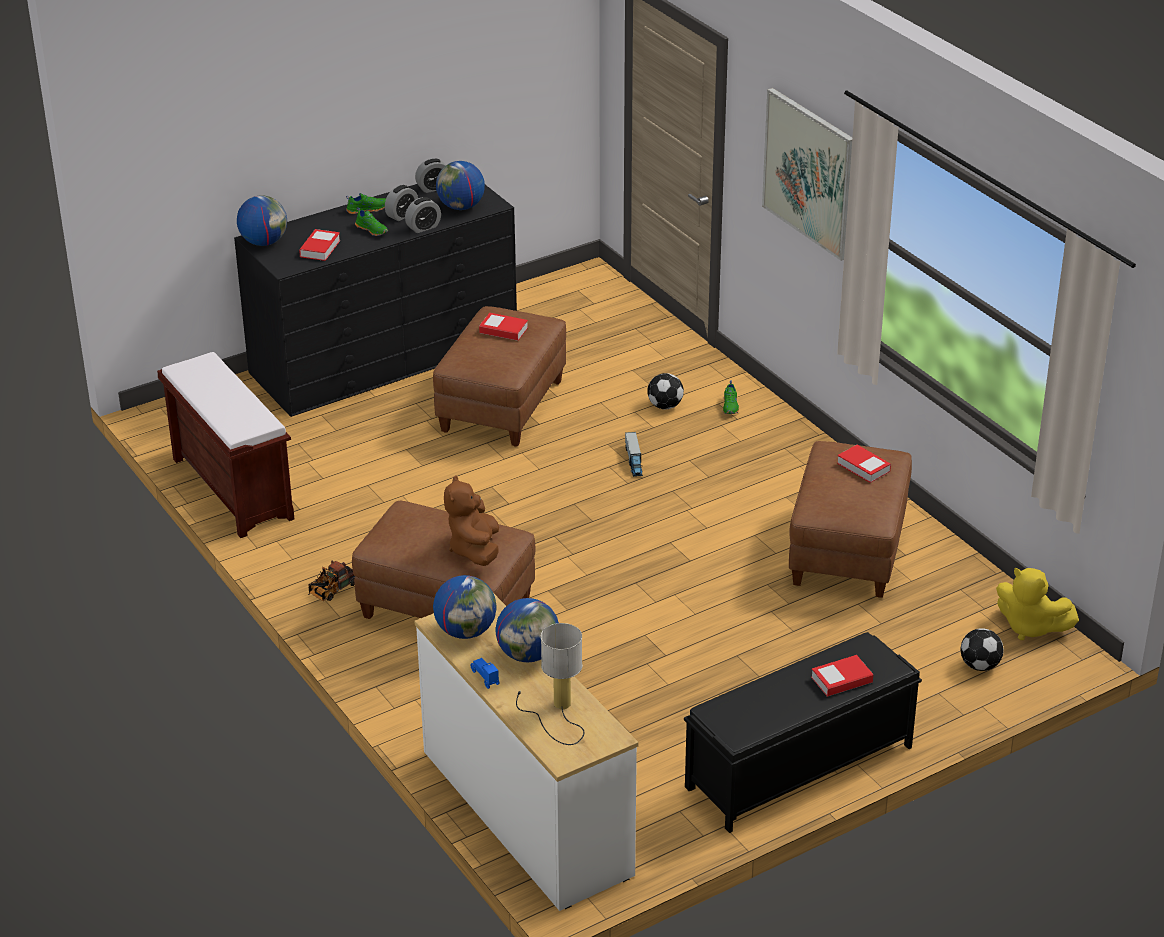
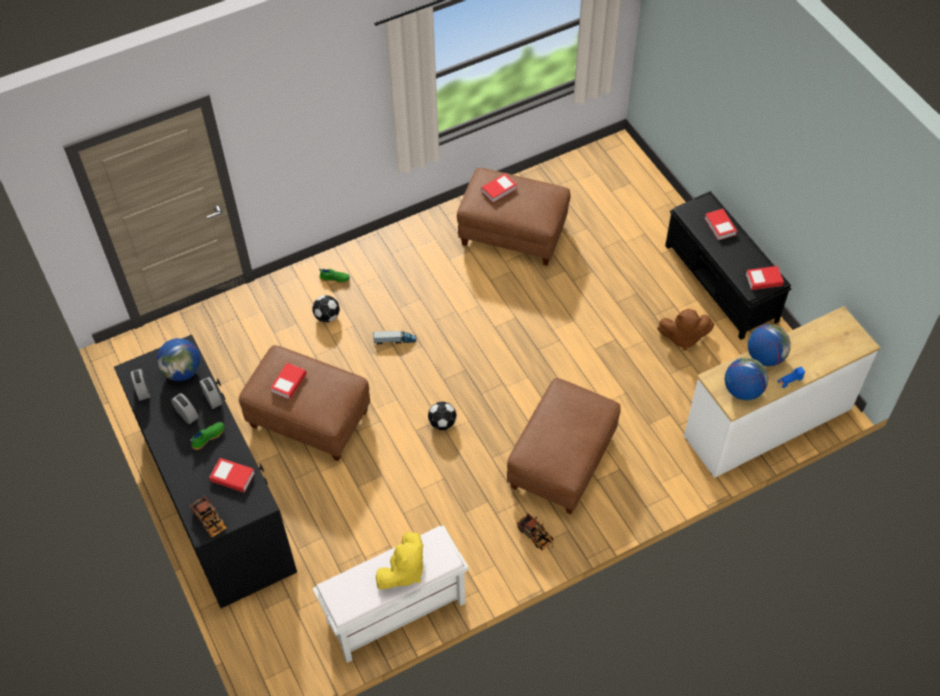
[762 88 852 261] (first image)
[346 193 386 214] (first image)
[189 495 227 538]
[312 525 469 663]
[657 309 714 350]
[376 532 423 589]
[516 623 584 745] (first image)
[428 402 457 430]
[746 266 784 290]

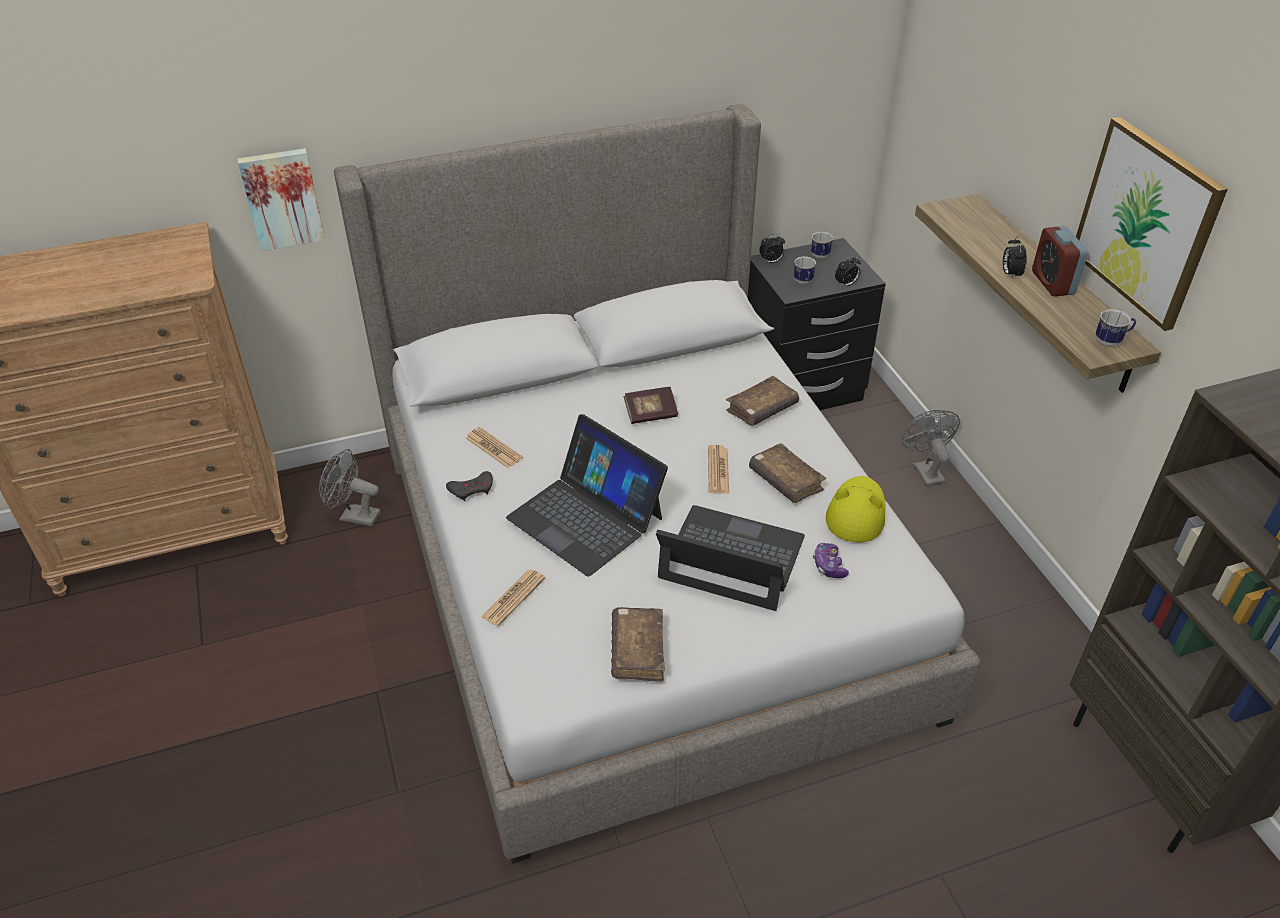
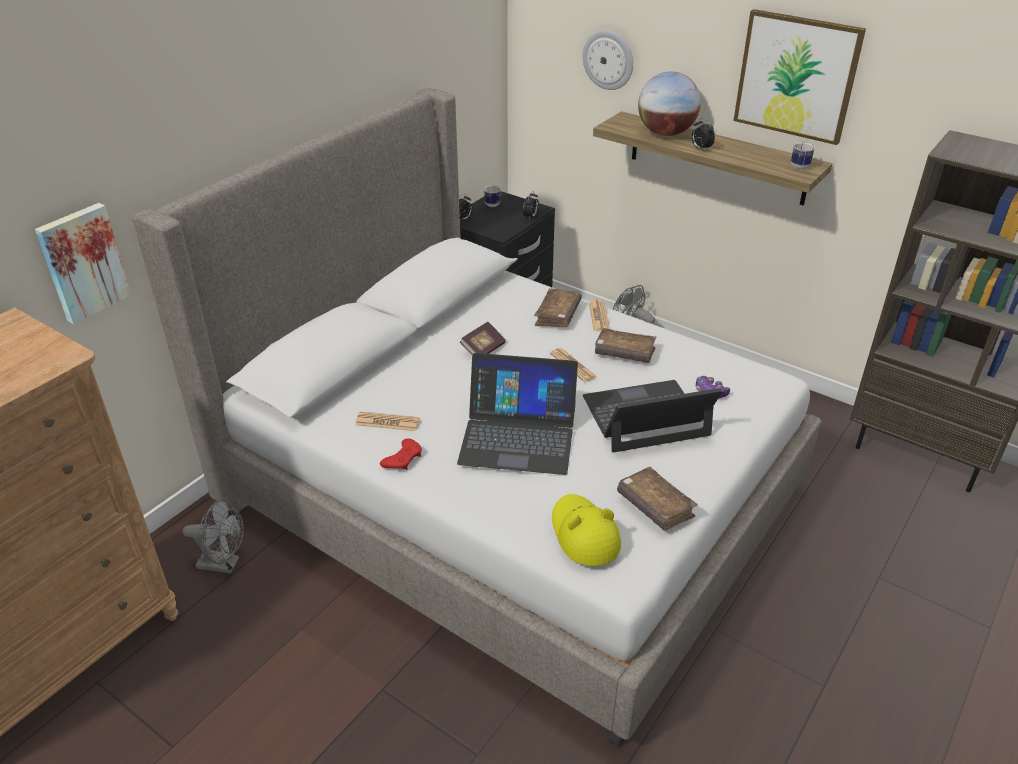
[1032 226 1088 297] (first image)
[794 256 816 284] (first image)
[183 498 244 574]
[380 439 422 470]
[552 494 621 566]
[589 299 610 332]
[583 30 633 90]
[638 71 701 136]

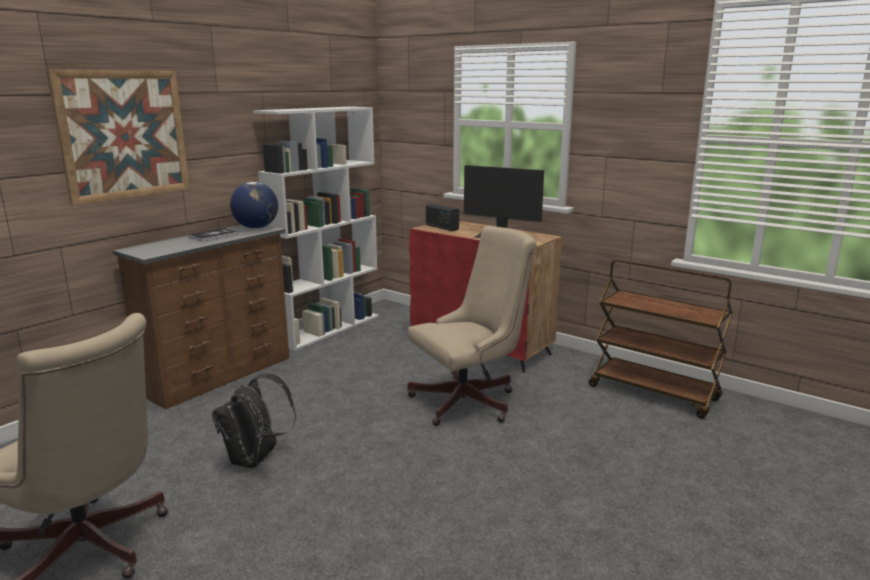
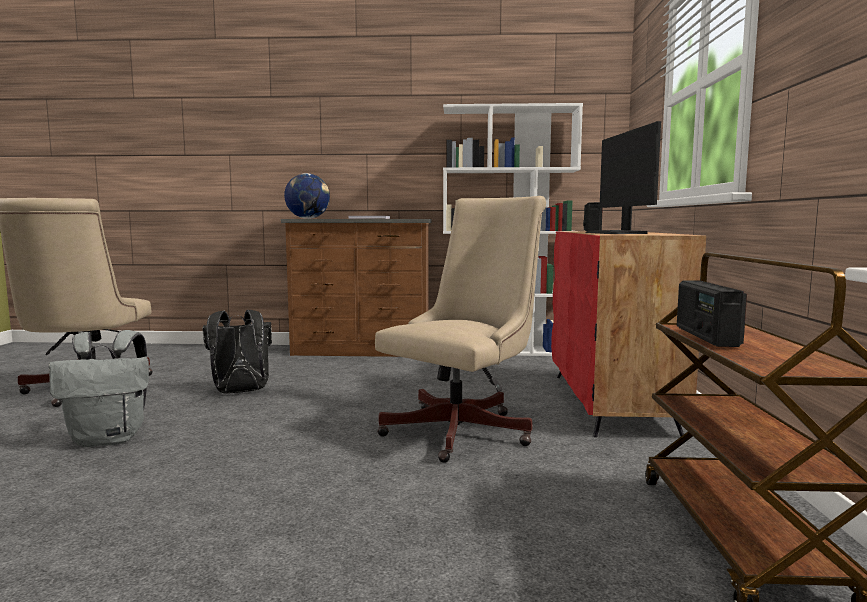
[47 69 189 205] (first image)
[284 173 330 219]
[375 196 546 463]
[677 281 747 347]
[49 330 149 447]

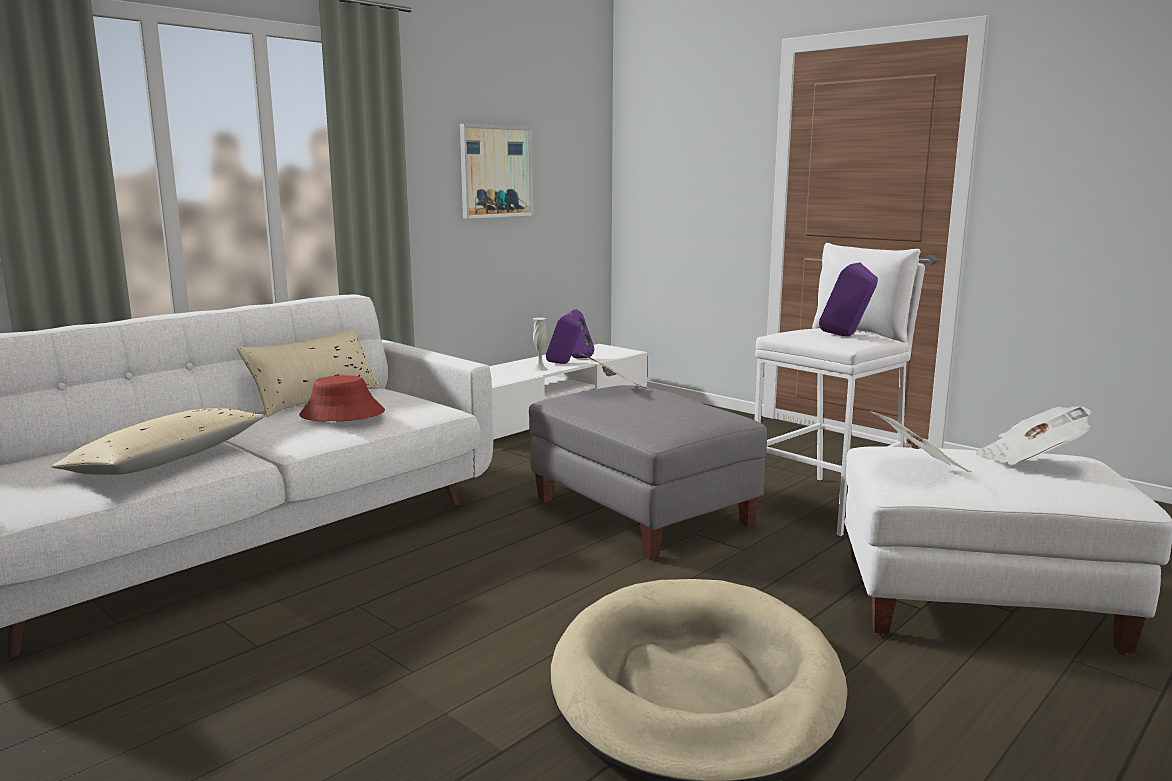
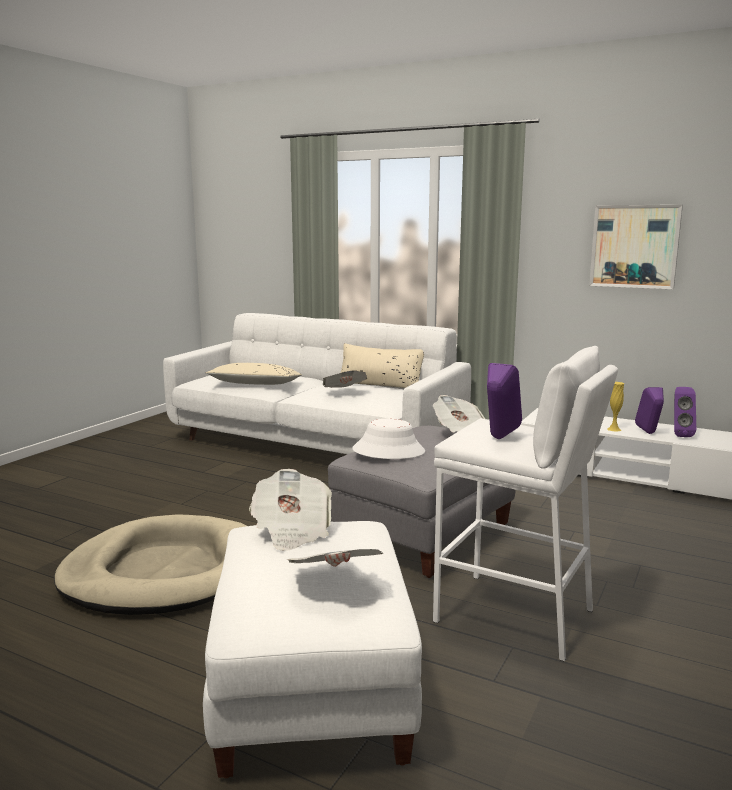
[607 382 624 432]
[323 370 367 388]
[352 419 425 459]

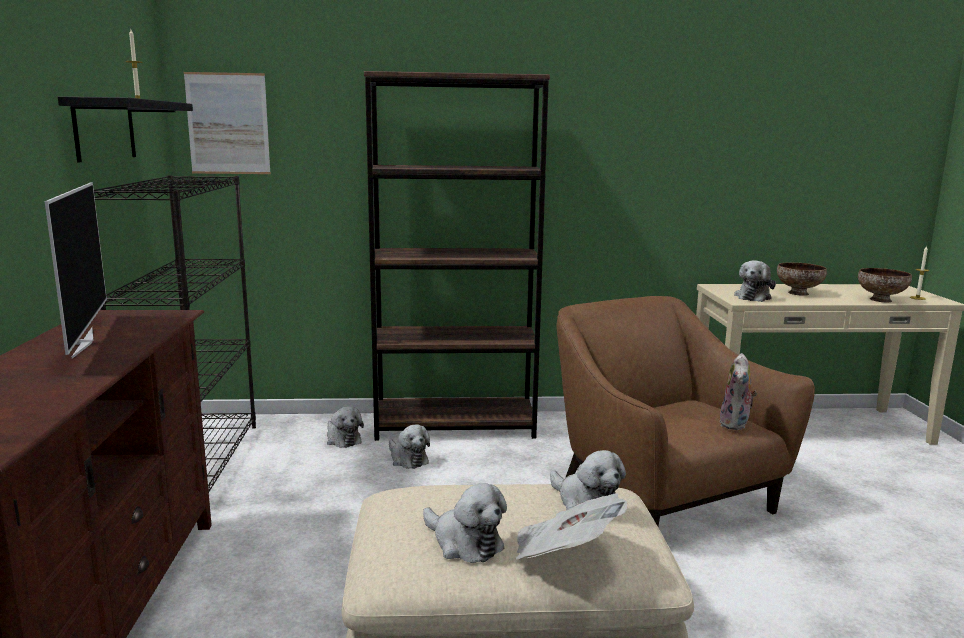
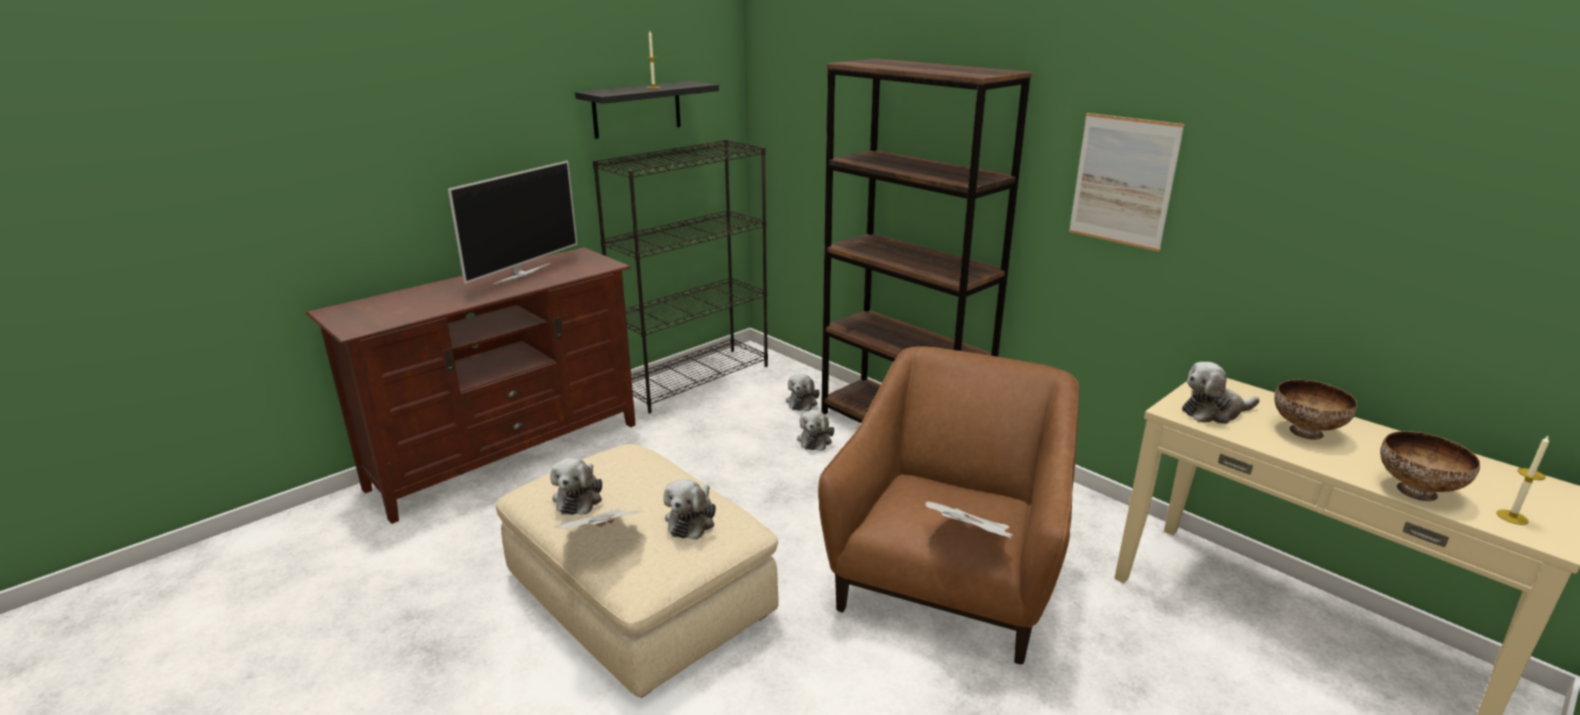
[1069 113 1185 252]
[925 501 1013 538]

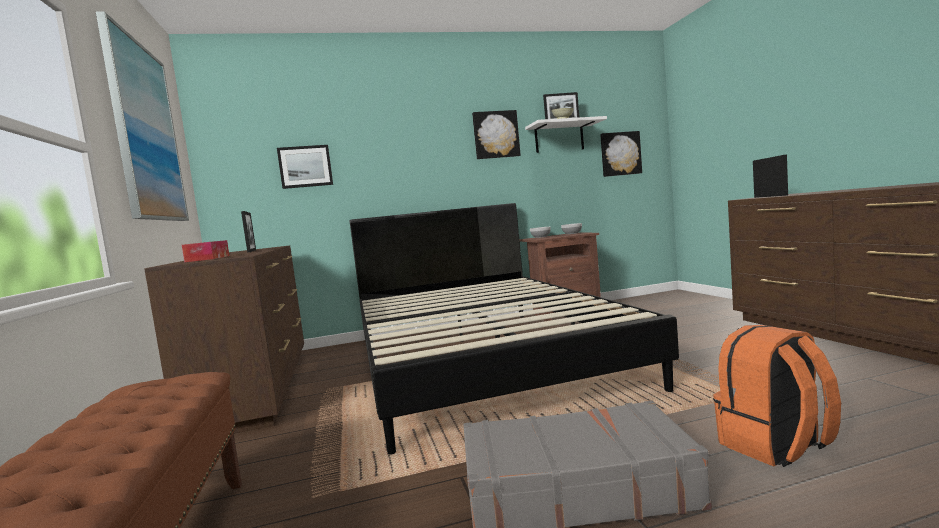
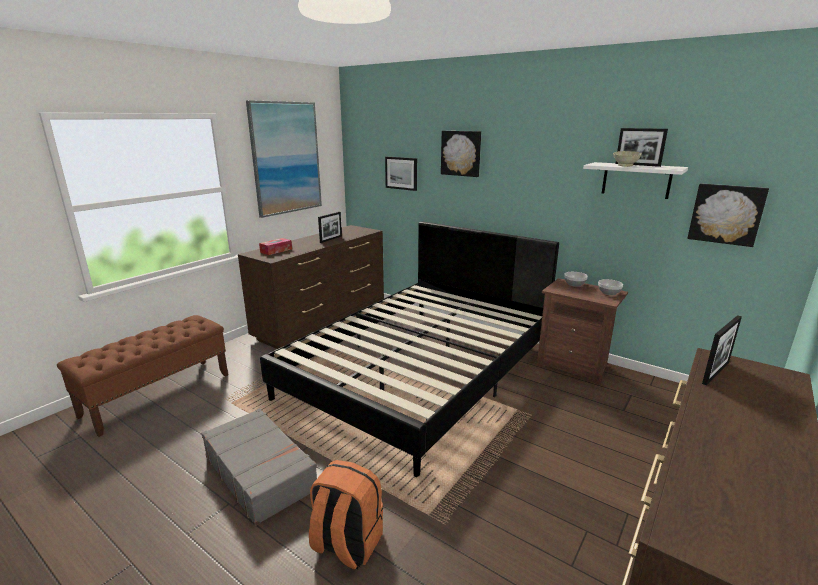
[441 131 481 177]

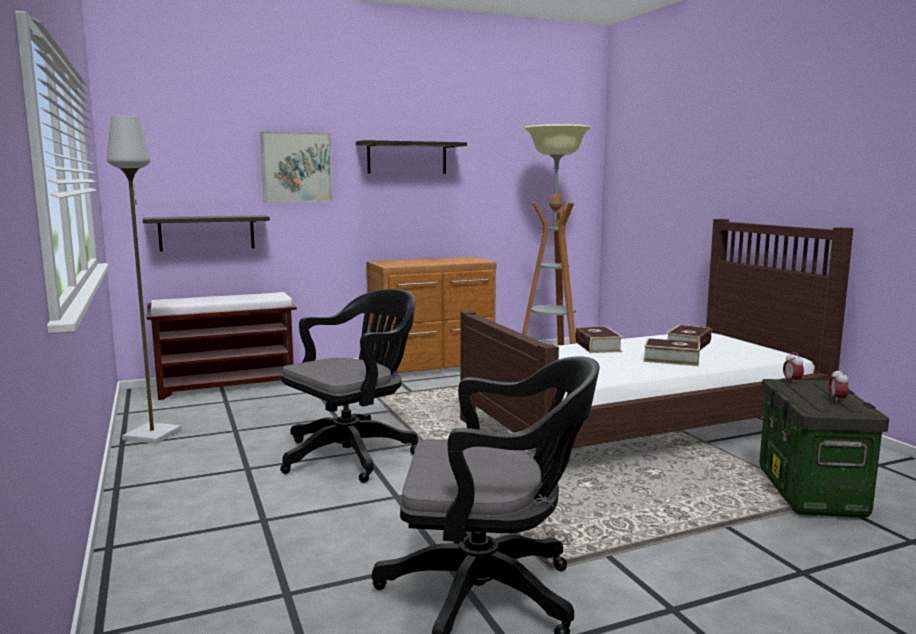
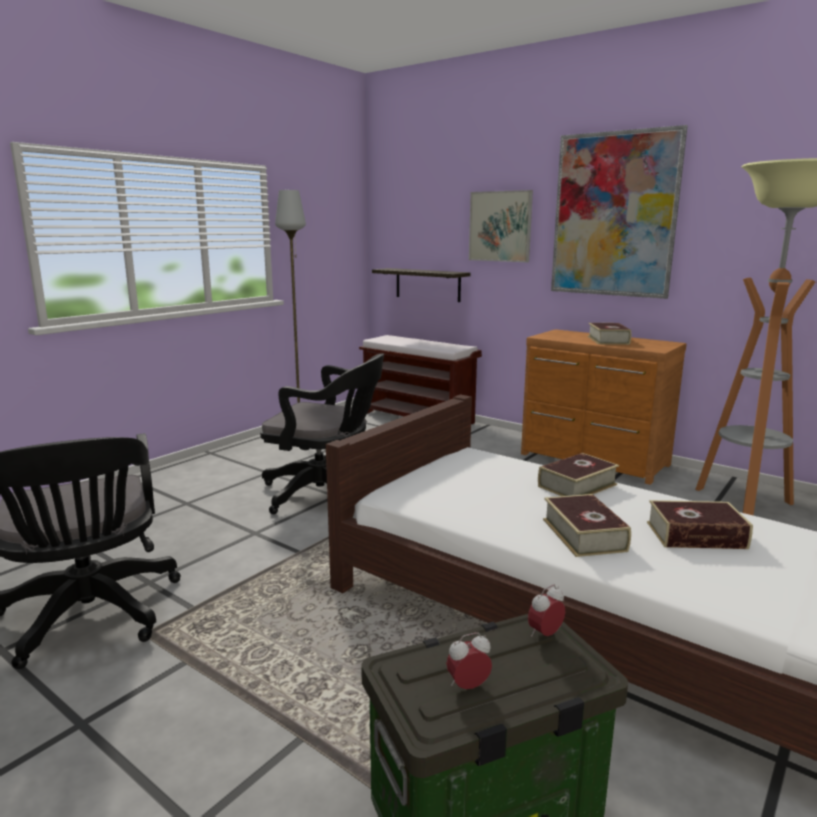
[551 125 688 299]
[587 323 631 345]

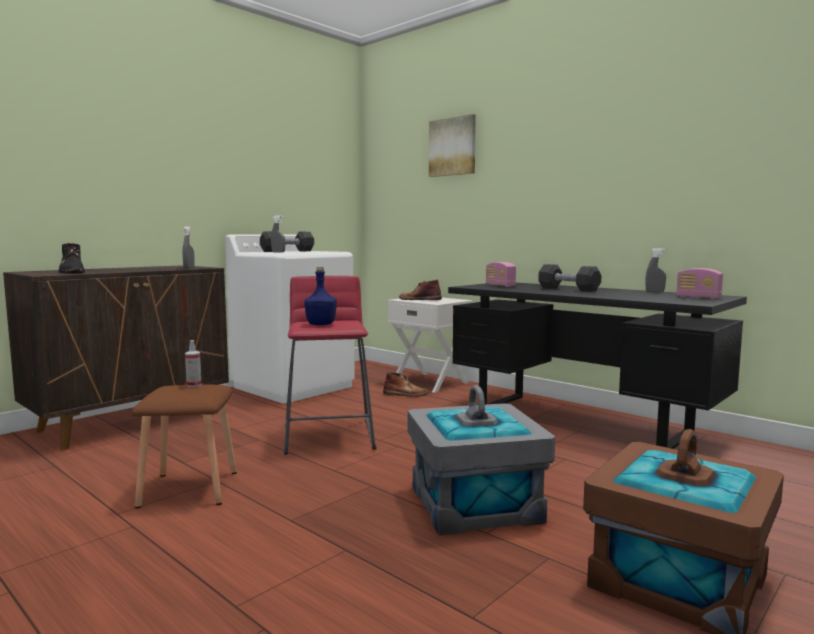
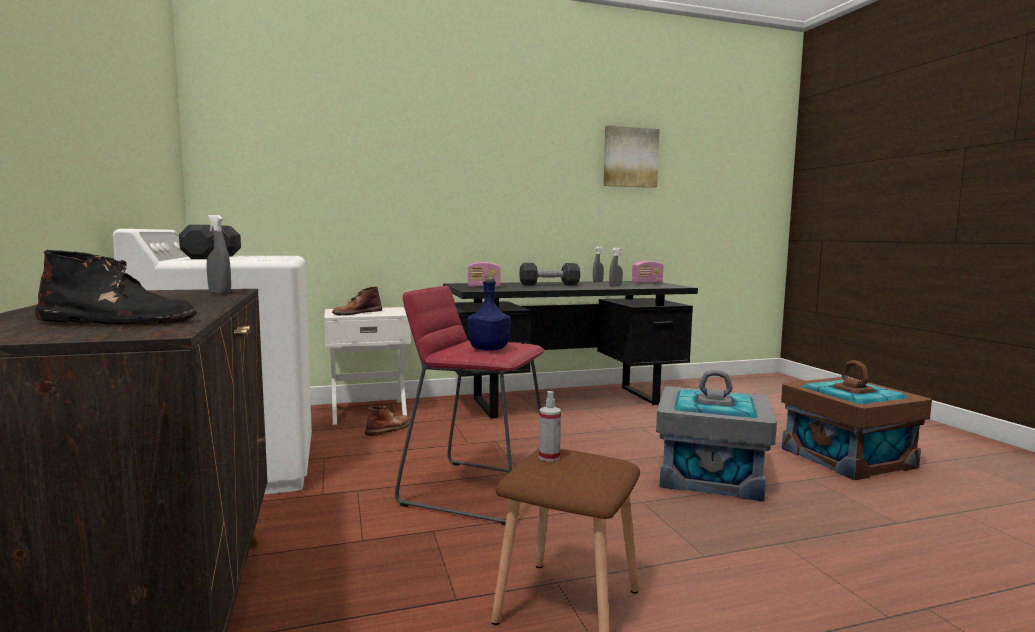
[603 125 660 188]
[609 248 623 287]

